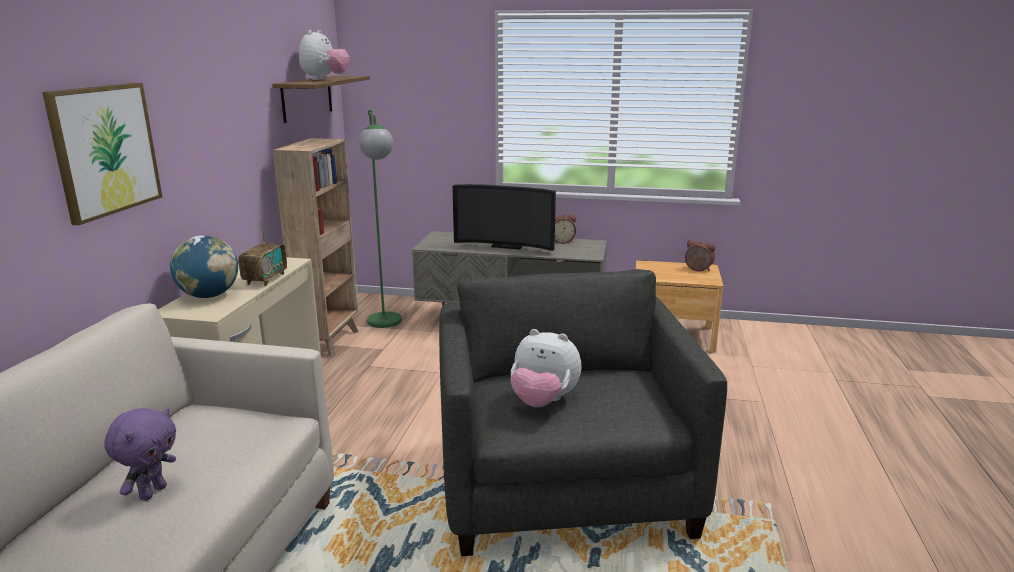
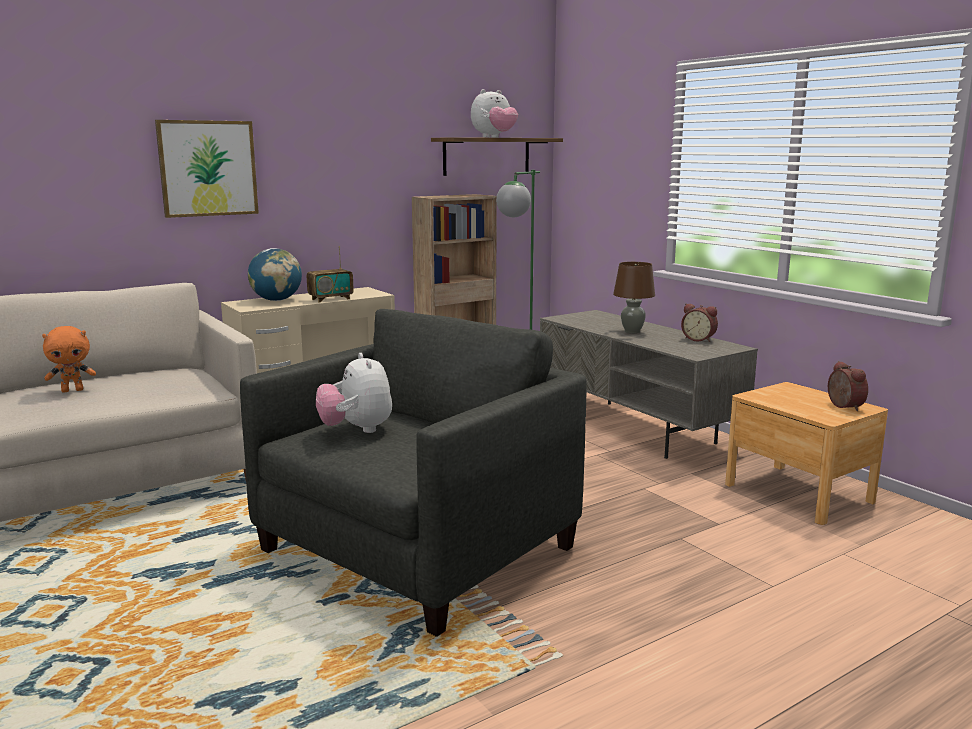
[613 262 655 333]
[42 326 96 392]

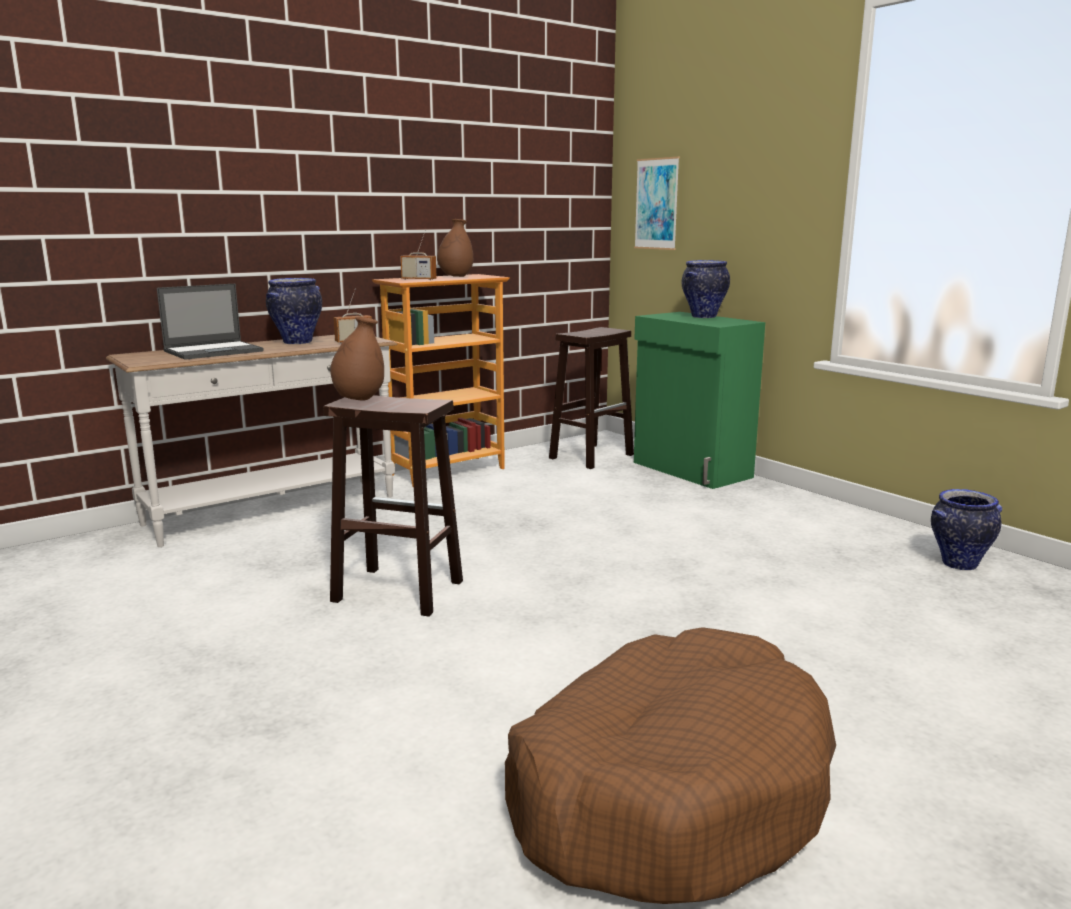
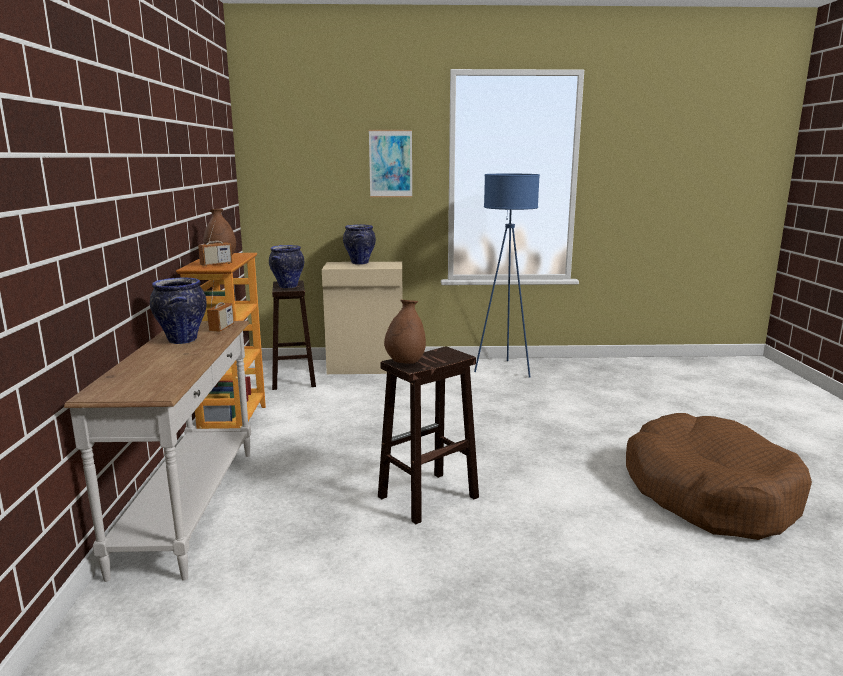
[369 130 412 197]
[157 284 264 360] (first image)
[322 262 403 374]
[269 245 304 288]
[474 174 540 378]

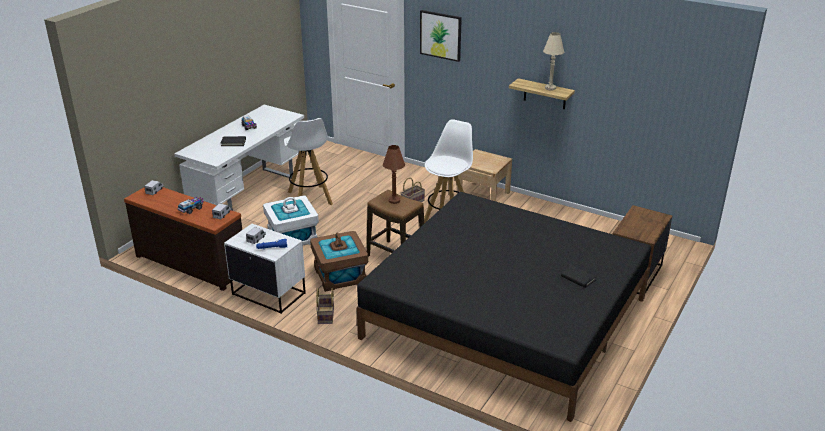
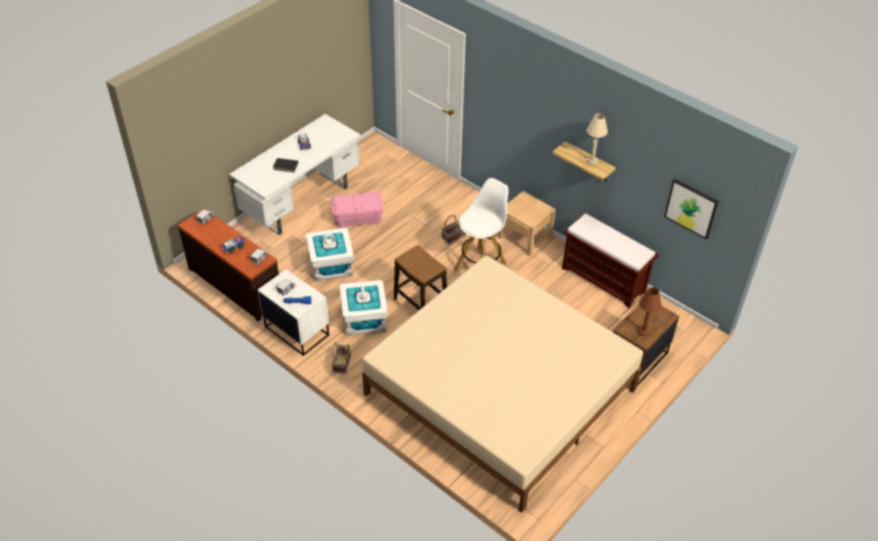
[664 179 719 240]
[331 192 383 228]
[638 287 662 336]
[362 255 643 513]
[340 280 388 336]
[561 265 596 288] (first image)
[562 213 658 308]

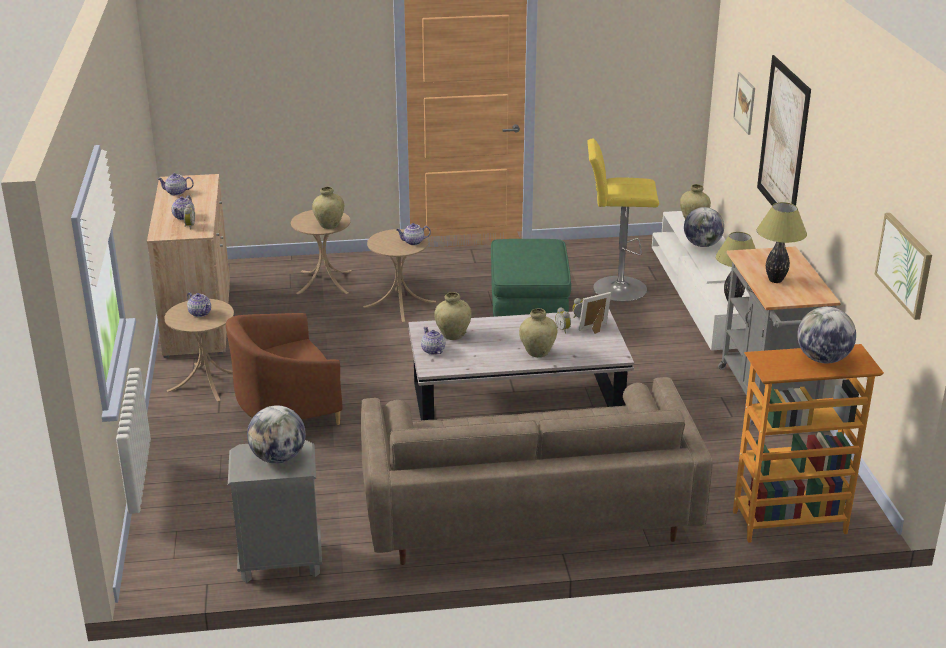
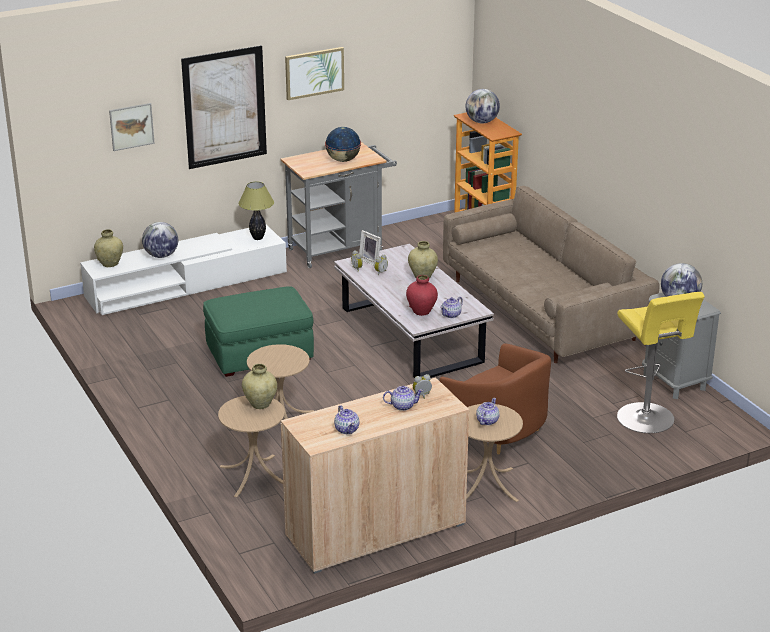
[617 292 705 433]
[325 127 361 162]
[285 47 344 100]
[397 223 431 245] (first image)
[406 275 438 316]

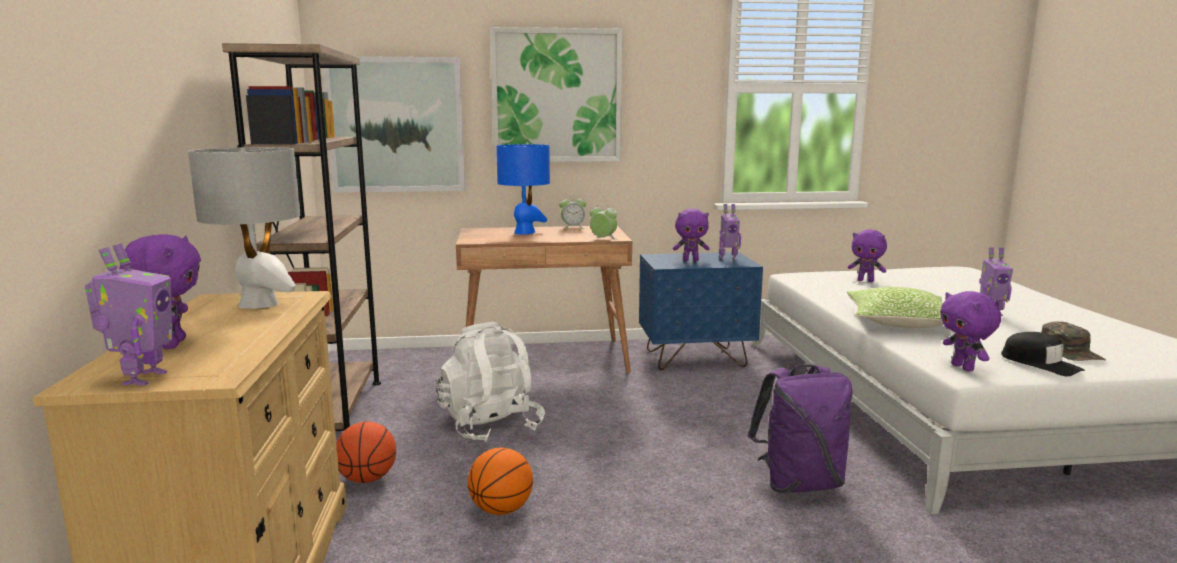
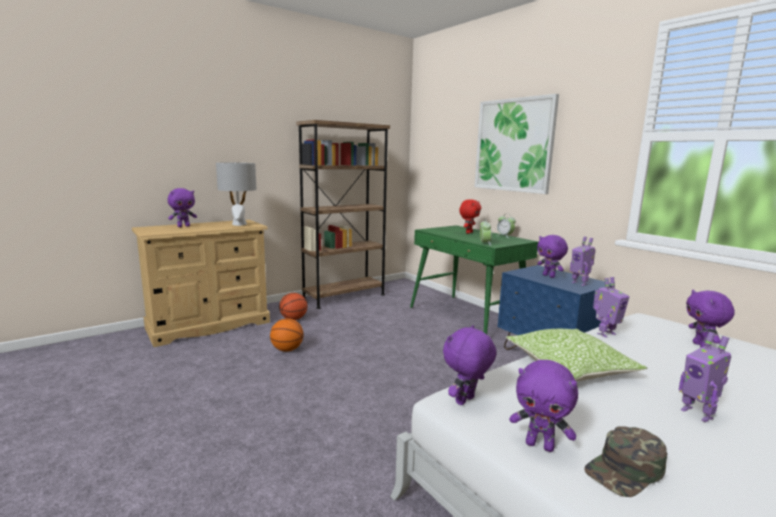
[323 56 465 193] (first image)
[459 199 481 234]
[410 225 538 334]
[593 277 629 337]
[436 322 545 442] (first image)
[509 360 578 452]
[747 364 852 493] (first image)

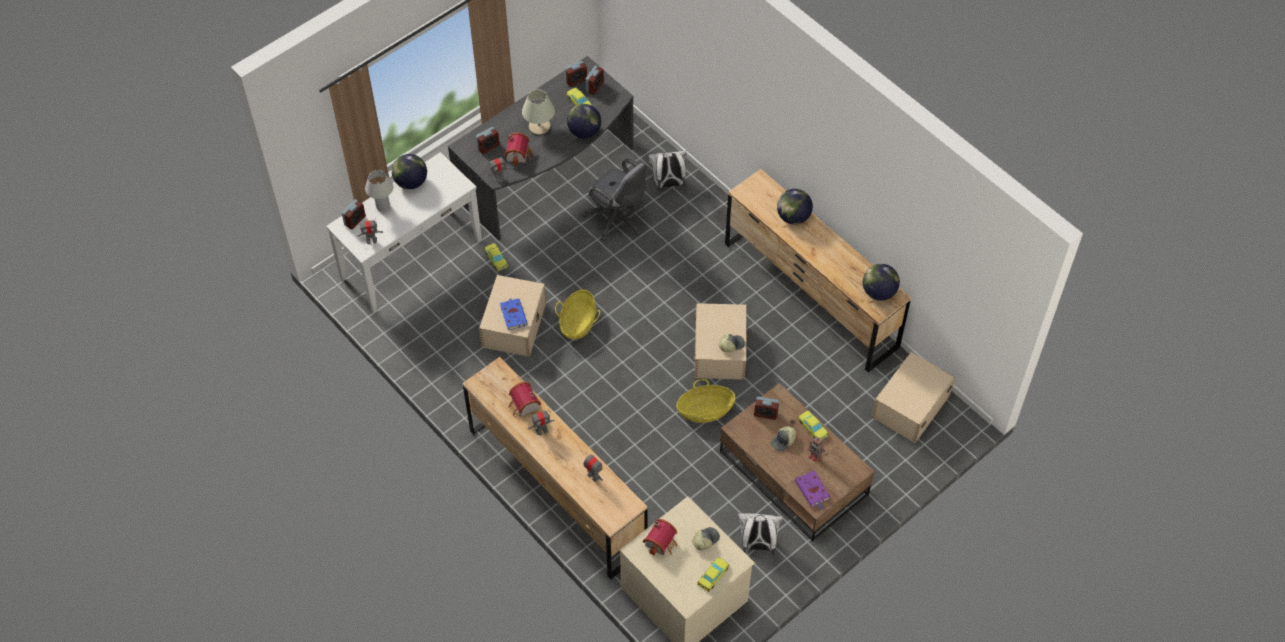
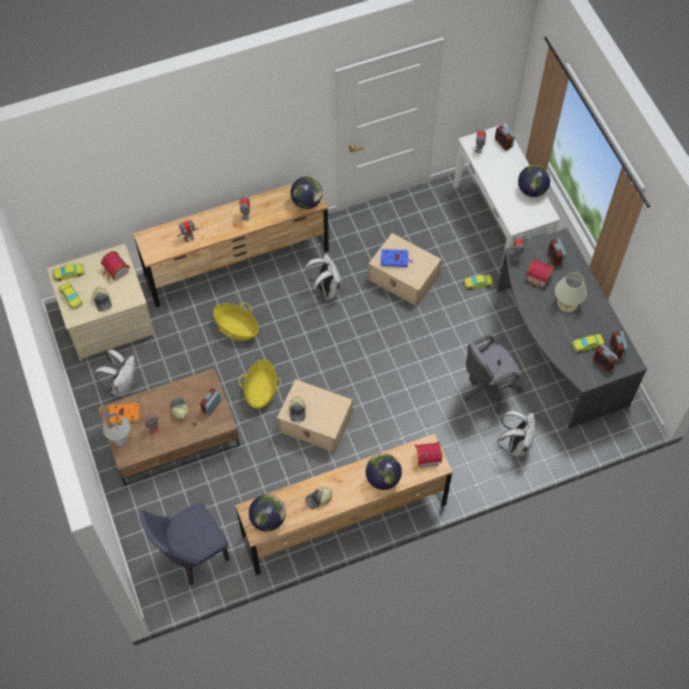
[291 177 323 209]
[103 413 130 446]
[213 302 259 341]
[139 502 230 586]
[415 442 443 468]
[53 263 84 281]
[104 403 140 424]
[304 254 342 300]
[305 487 333 509]

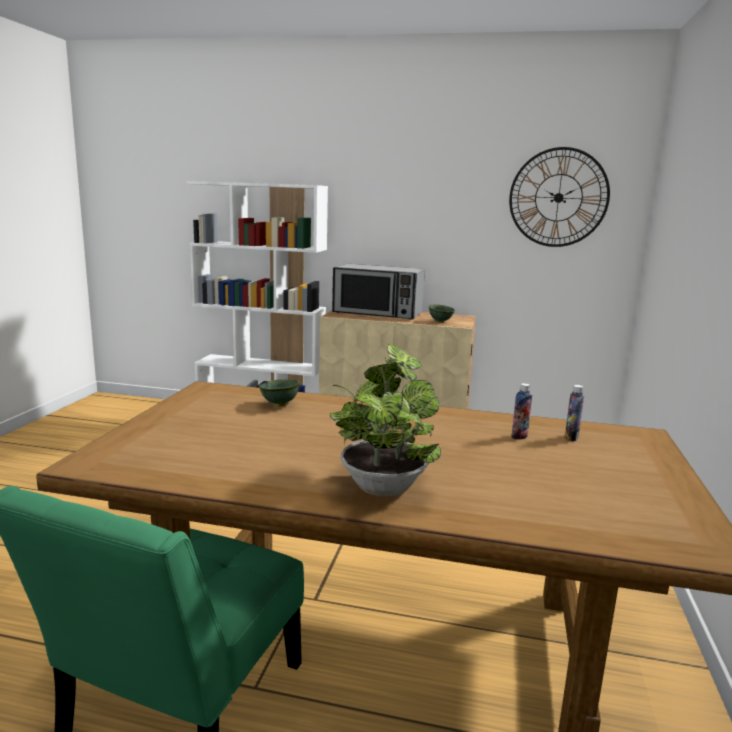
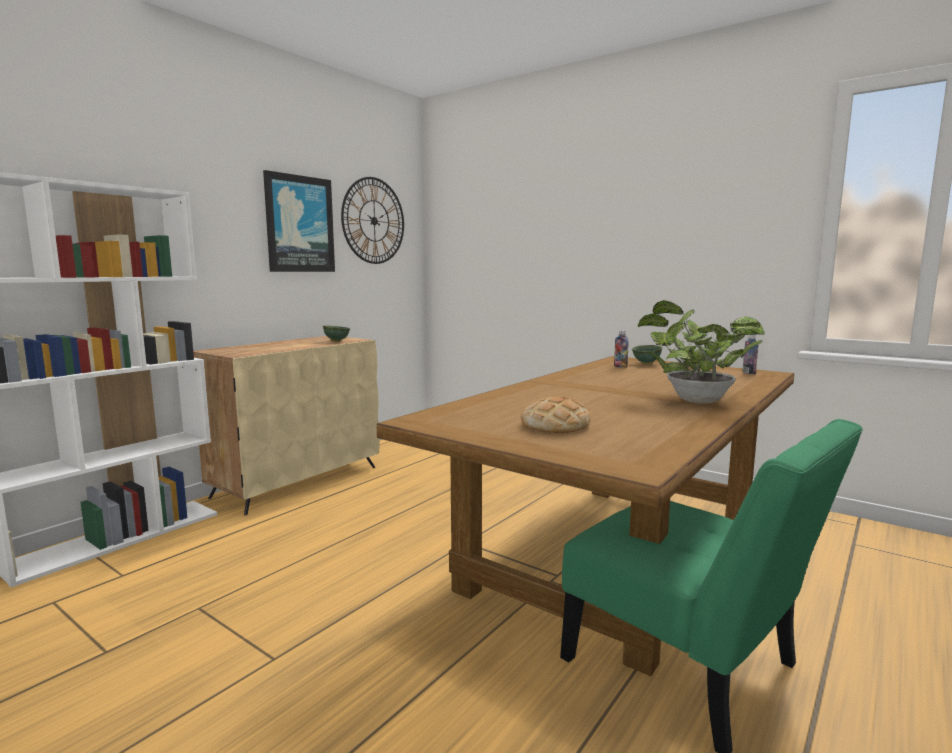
[332 264 425 320] (first image)
[632 345 663 364]
[742 334 758 374]
[263 170 335 272]
[521 397 591 433]

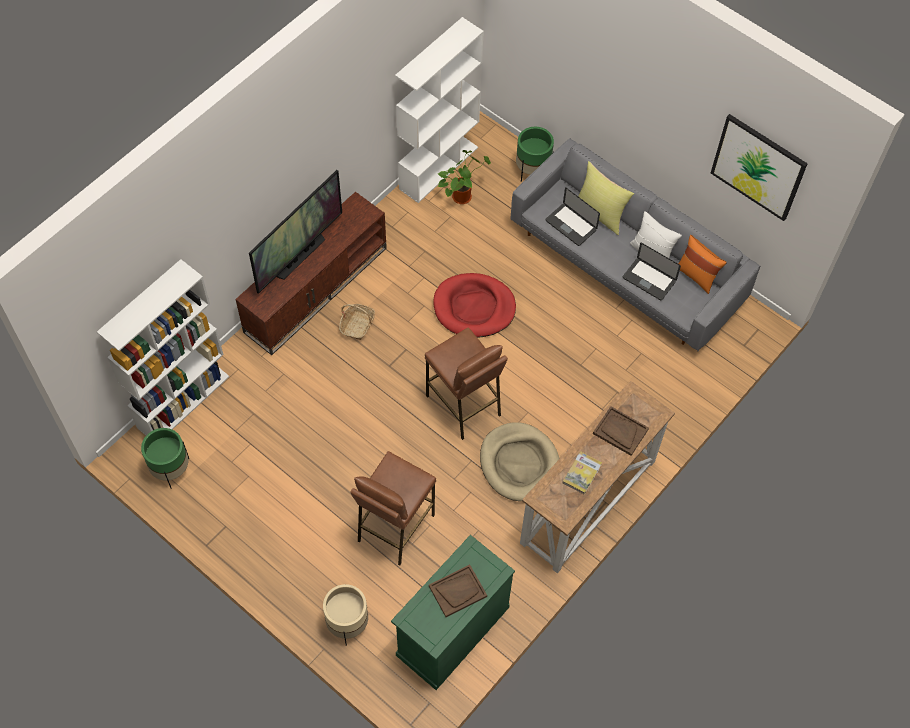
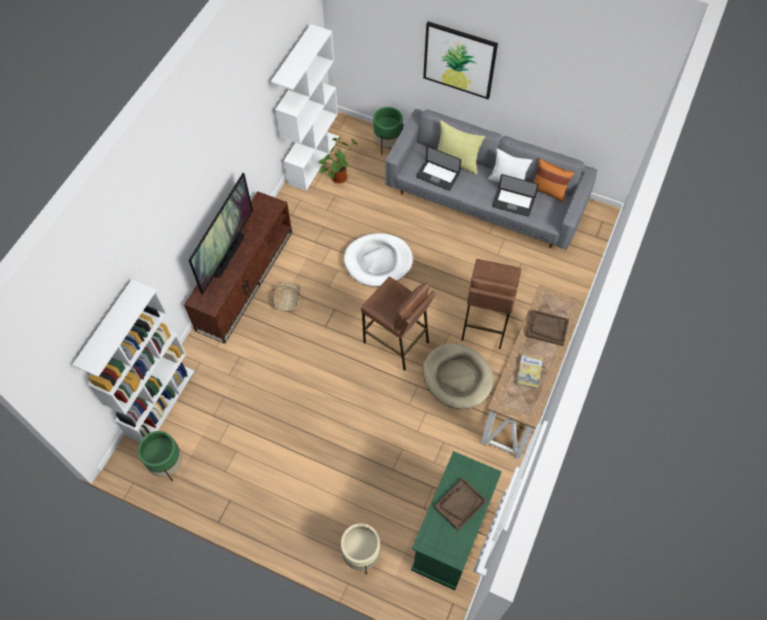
[423 21 498 99]
[344 233 413 287]
[461 259 521 349]

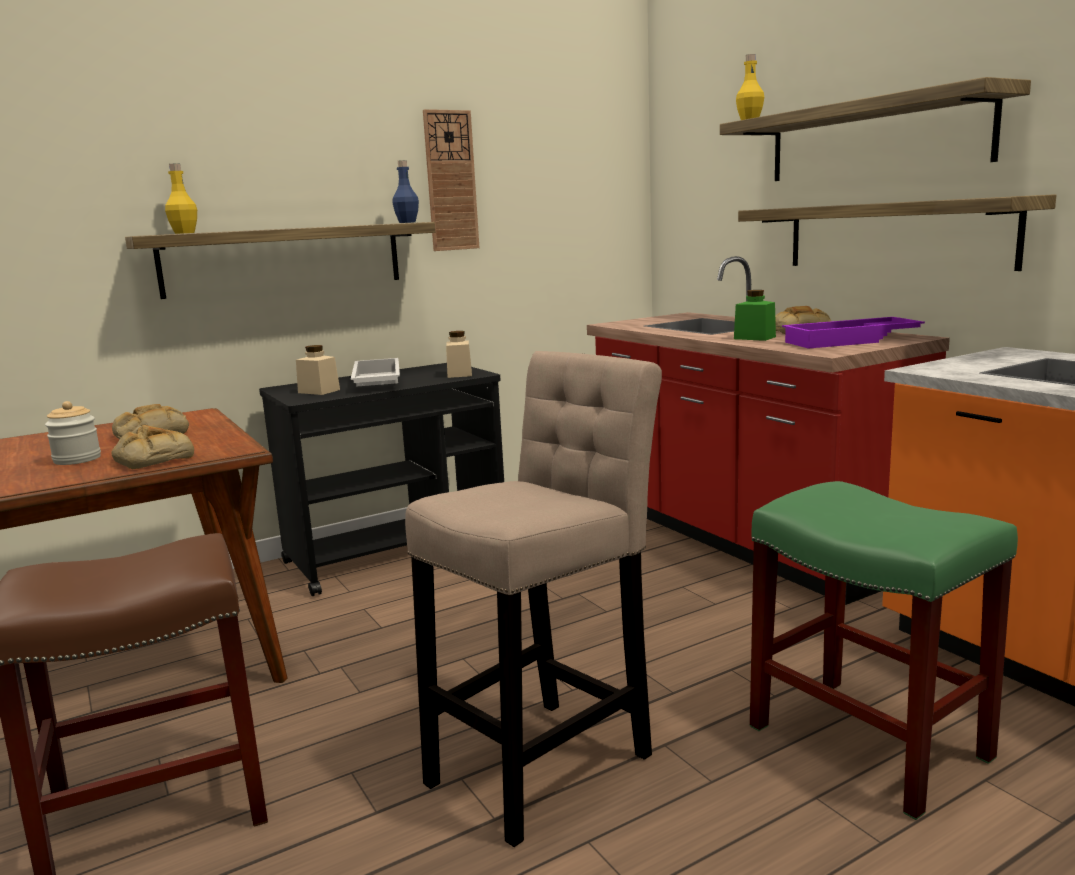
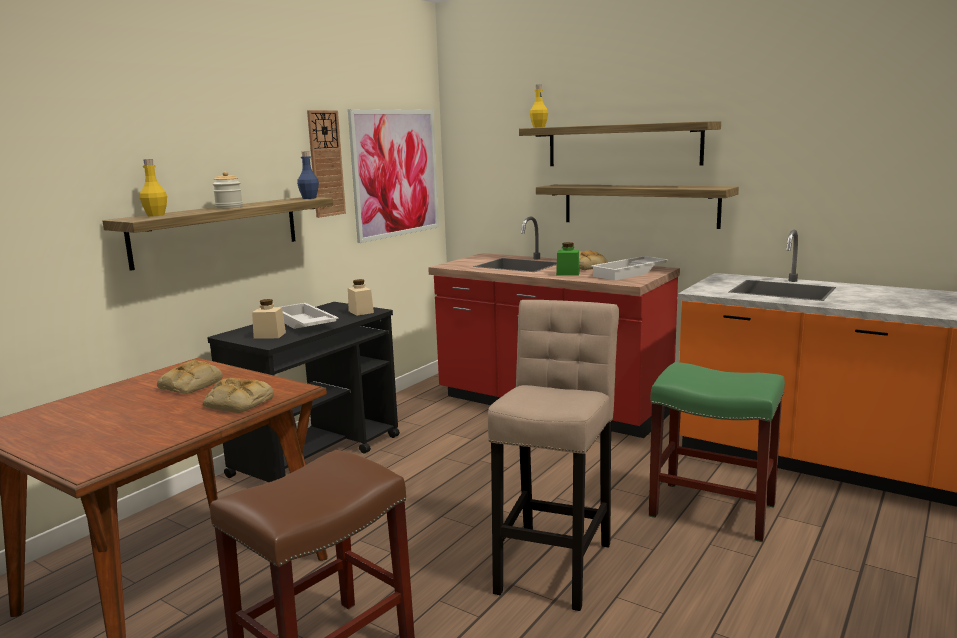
[591 256 669 281]
[213 171 243 209]
[348 109 439 243]

